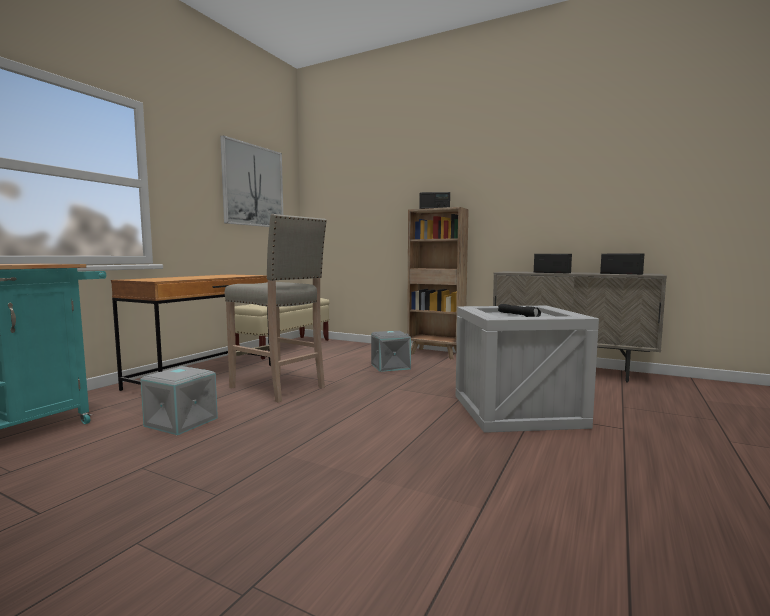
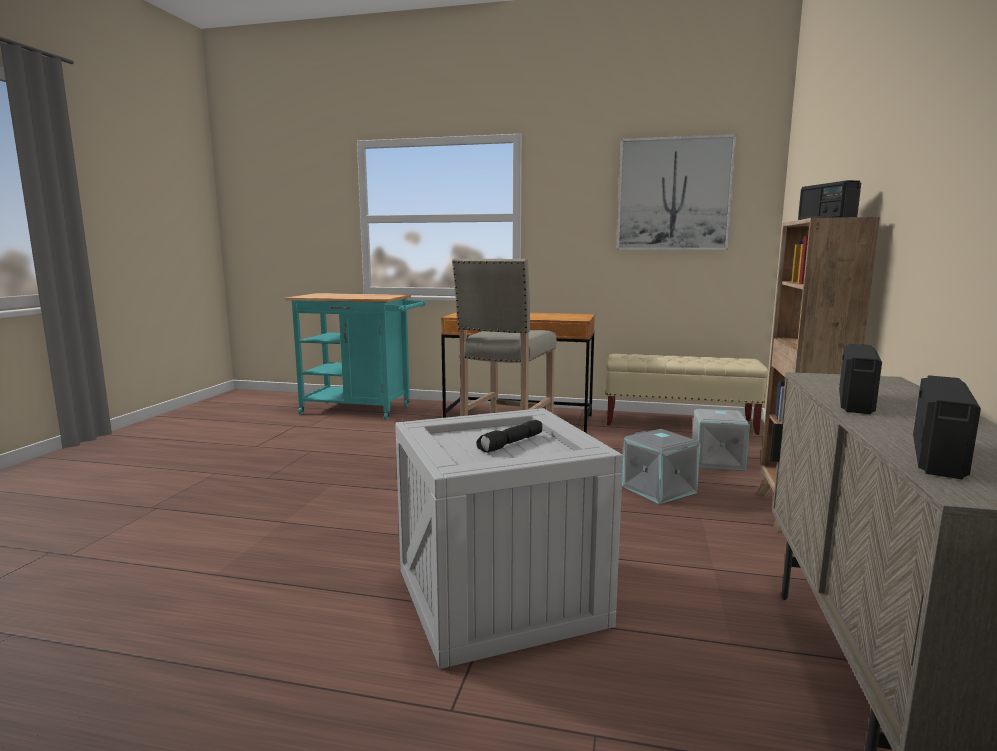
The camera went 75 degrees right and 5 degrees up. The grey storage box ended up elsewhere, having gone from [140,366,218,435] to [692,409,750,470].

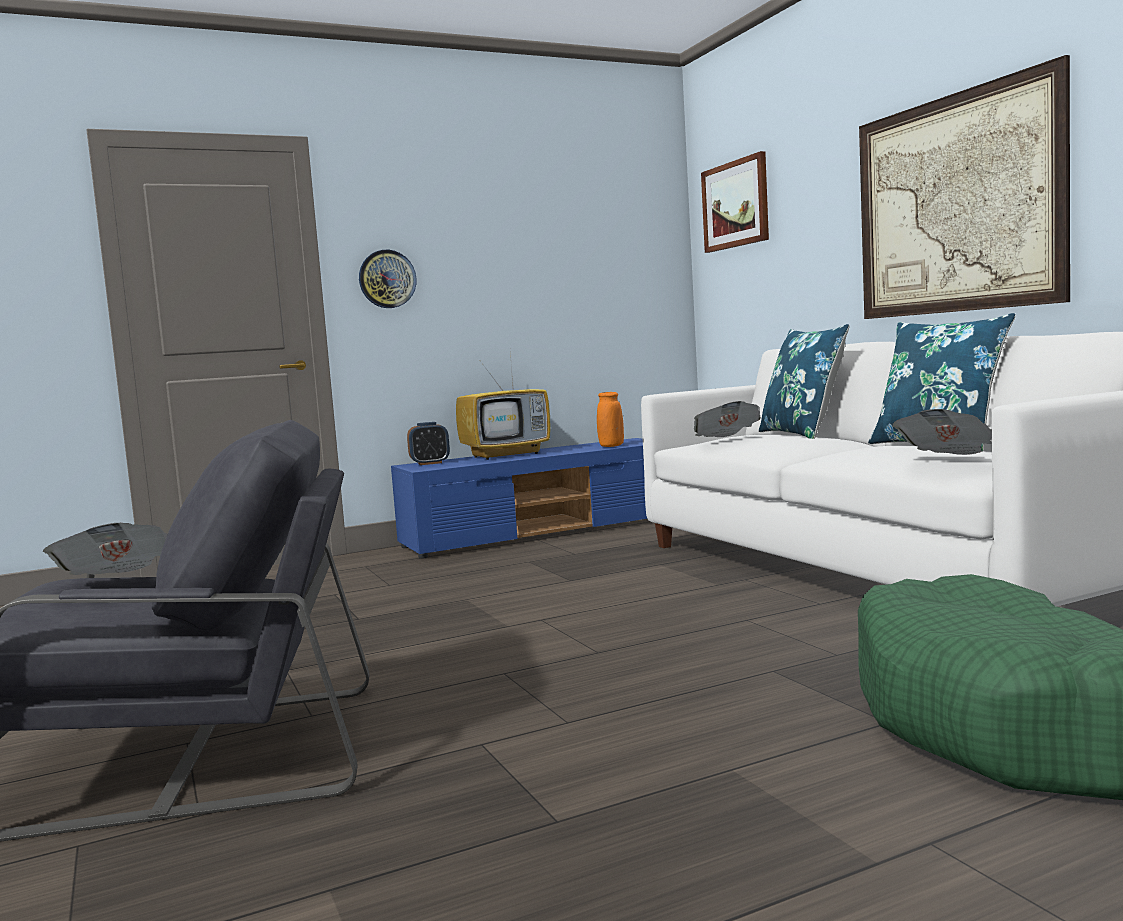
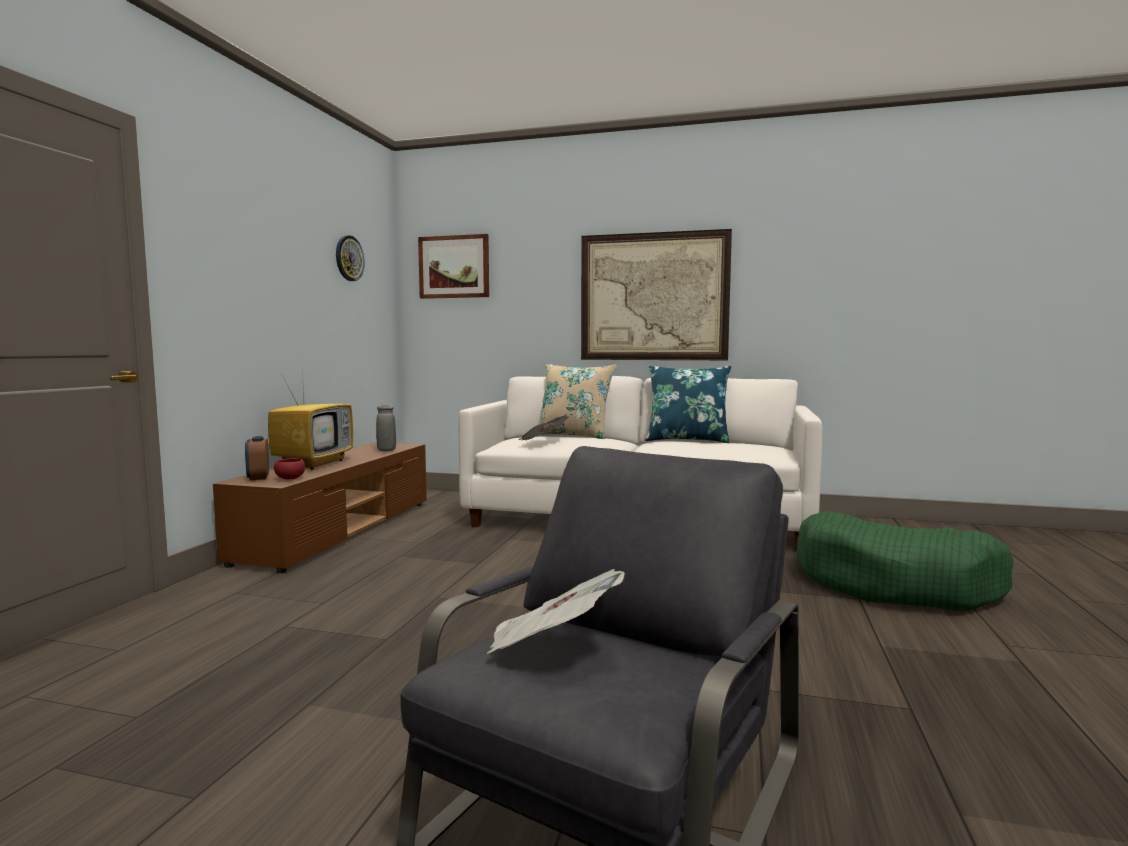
The camera went 50 degrees left and 0 degrees up. The second view lost the newspaper at [893,409,992,455]. The second view gained the red bowl at [274,458,305,479]. The wall clock ended up elsewhere, having gone from [359,250,417,308] to [336,235,365,281]. What was the blue tv stand at [391,438,647,559] turned into the brown tv stand at [213,442,427,573]. What was the orange vase at [597,392,624,447] turned into the grey vase at [376,405,396,451]. What was the blue pillow at [759,324,850,439] turned into the beige pillow at [538,364,617,439]. The alarm clock at [407,422,450,465] ended up facing another way, 135 degrees clockwise from before.

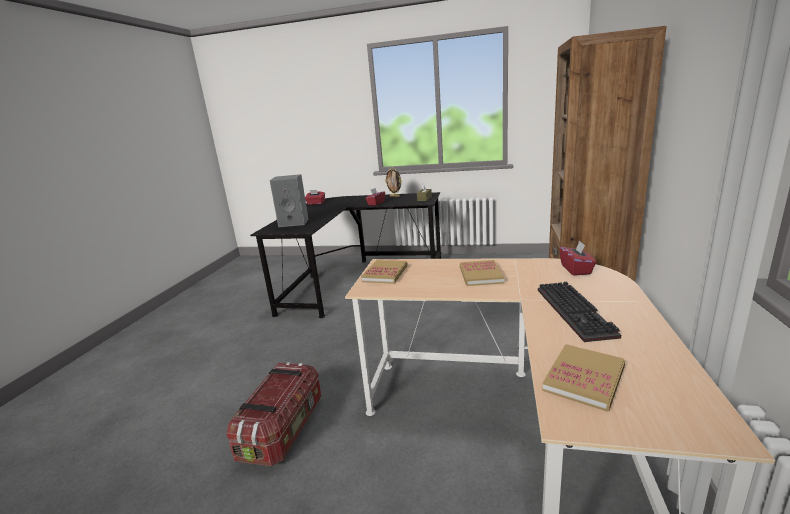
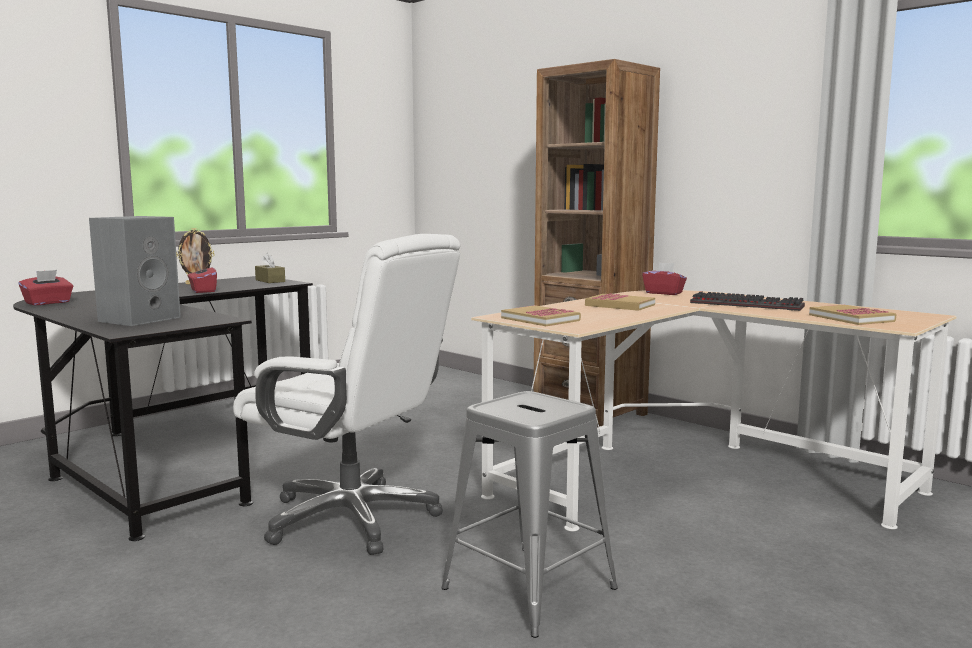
The camera went 60 degrees left and 10 degrees down. The second view gained the white office chair at [233,234,461,555]. Where the storage box stood at [227,362,321,466], the grey stool came to stand at [441,391,618,638].

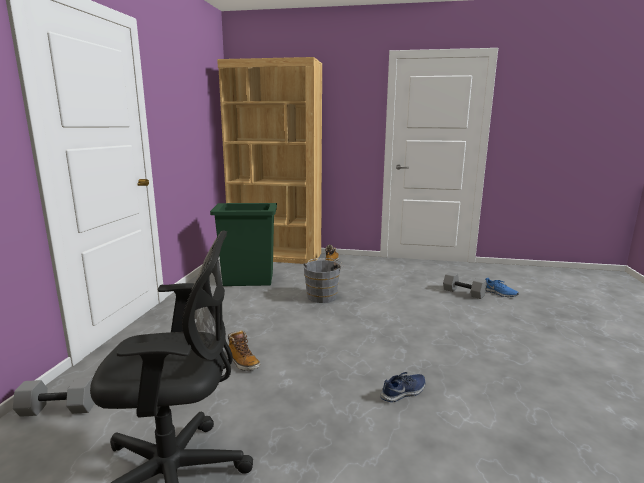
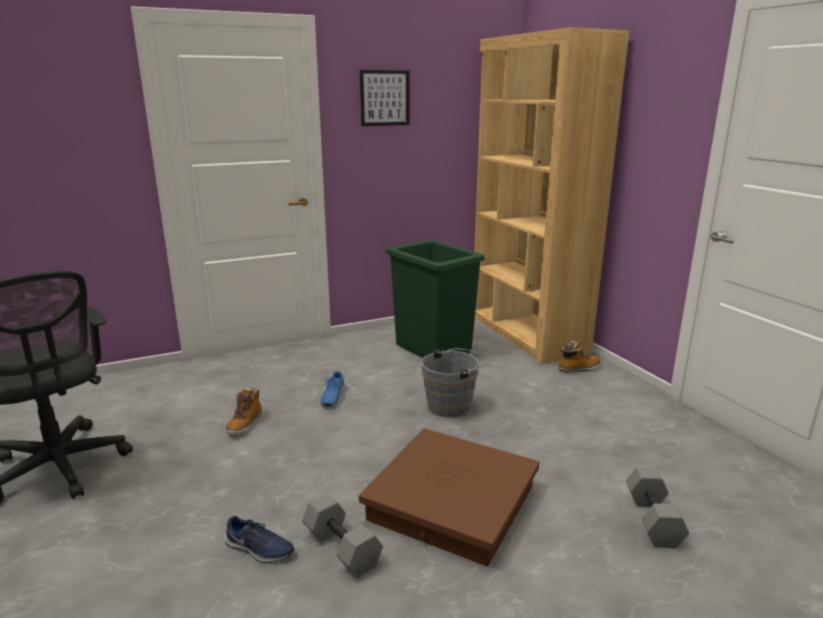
The camera went 55 degrees right and 5 degrees up. The second view gained the brown storage box at [359,428,539,566]. The second view gained the picture at [360,70,410,126]. The grey dumbbell ended up elsewhere, having gone from [13,378,95,417] to [302,493,383,577]. The blue shoe ended up elsewhere, having gone from [485,278,519,297] to [320,371,345,407].

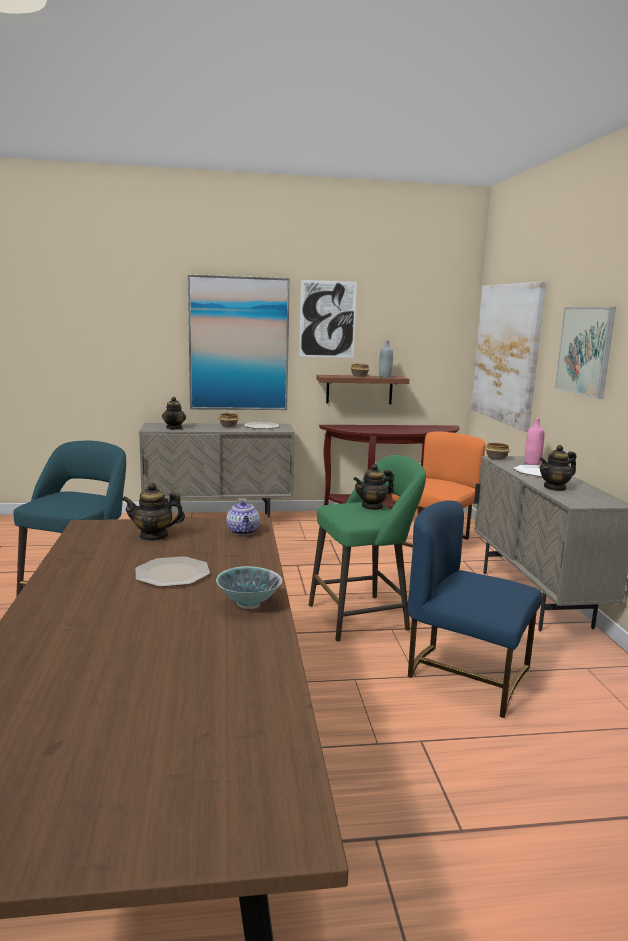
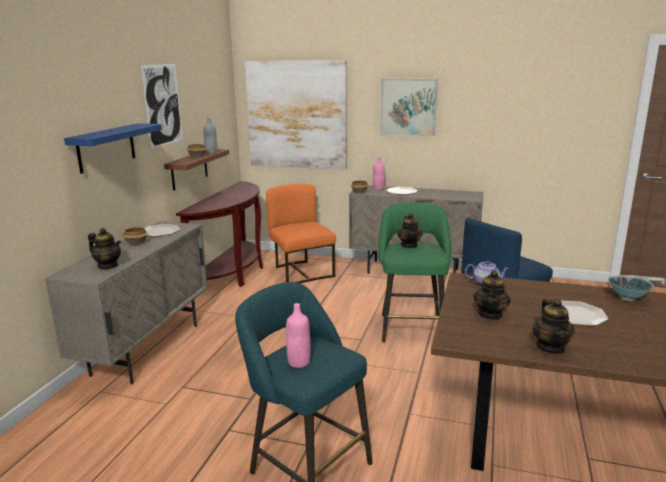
The camera went 65 degrees left and 5 degrees up. The second view gained the pink bottle at [286,303,310,368]. The teapot ended up elsewhere, having gone from [539,445,577,491] to [533,298,575,354]. Where the picture hung at [188,274,290,410], the blue shelf came to hang at [64,123,162,174].

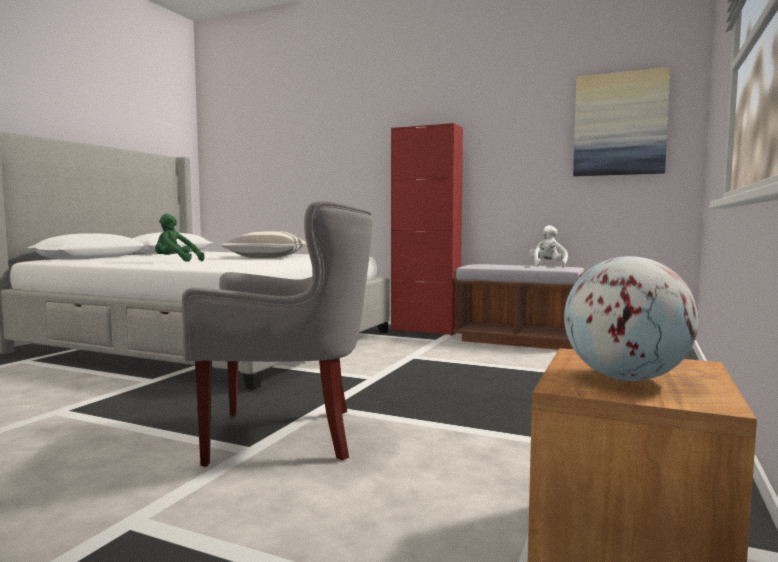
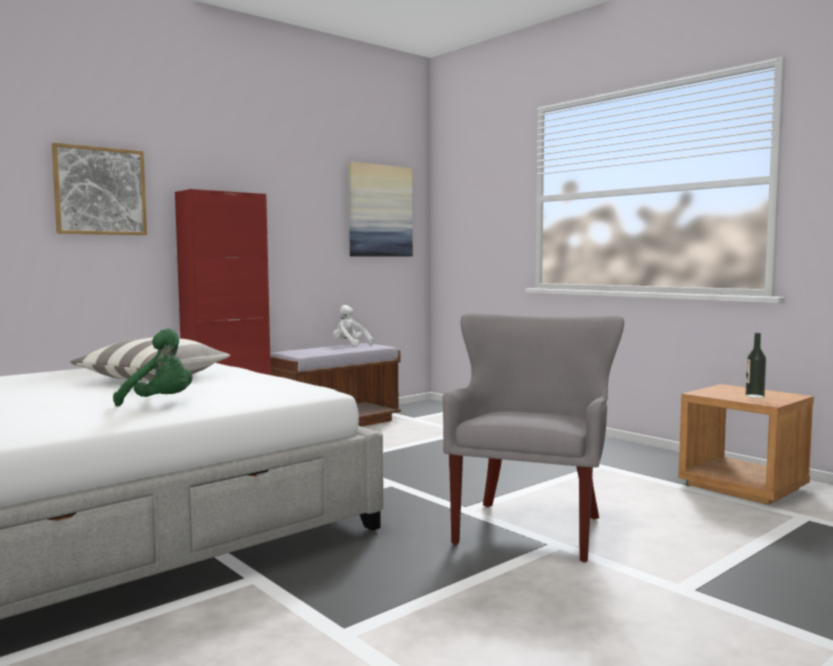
The camera went 65 degrees left and 0 degrees up. The second view gained the picture at [52,143,147,235]. Where the globe stood at [564,256,699,381], the bottle came to stand at [746,333,766,398]. The green plush toy at [155,214,204,262] ended up facing another way, 105 degrees counterclockwise from before.

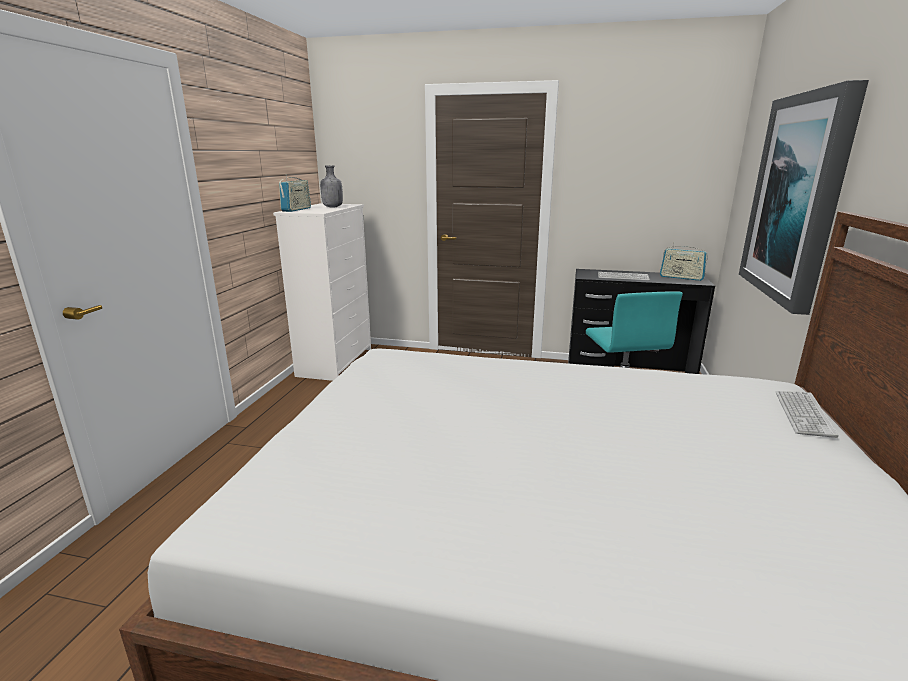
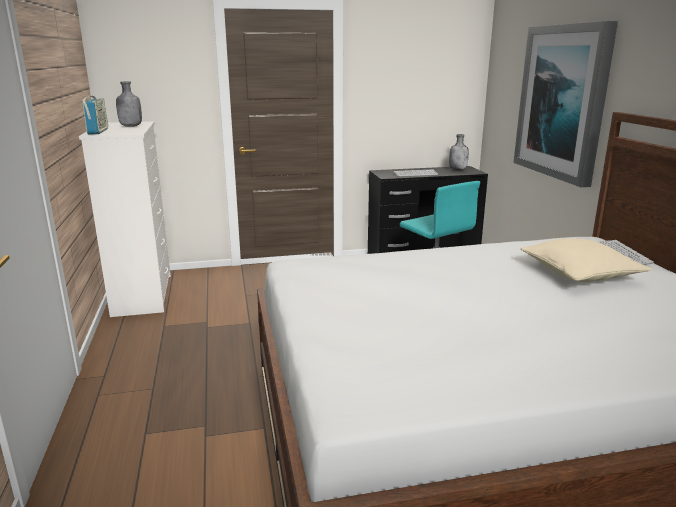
The camera went 25 degrees left and 0 degrees up. The second view gained the beige pillow at [520,238,652,282]. Where the radio stood at [660,242,708,281], the grey bottle came to stand at [449,134,469,171].

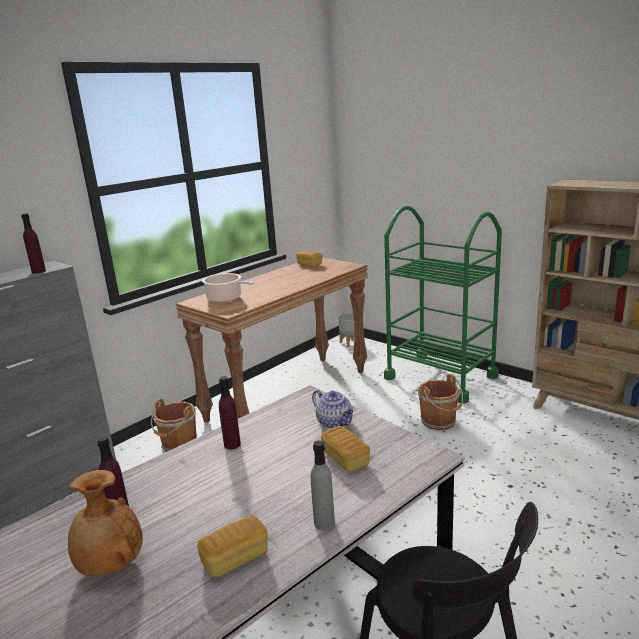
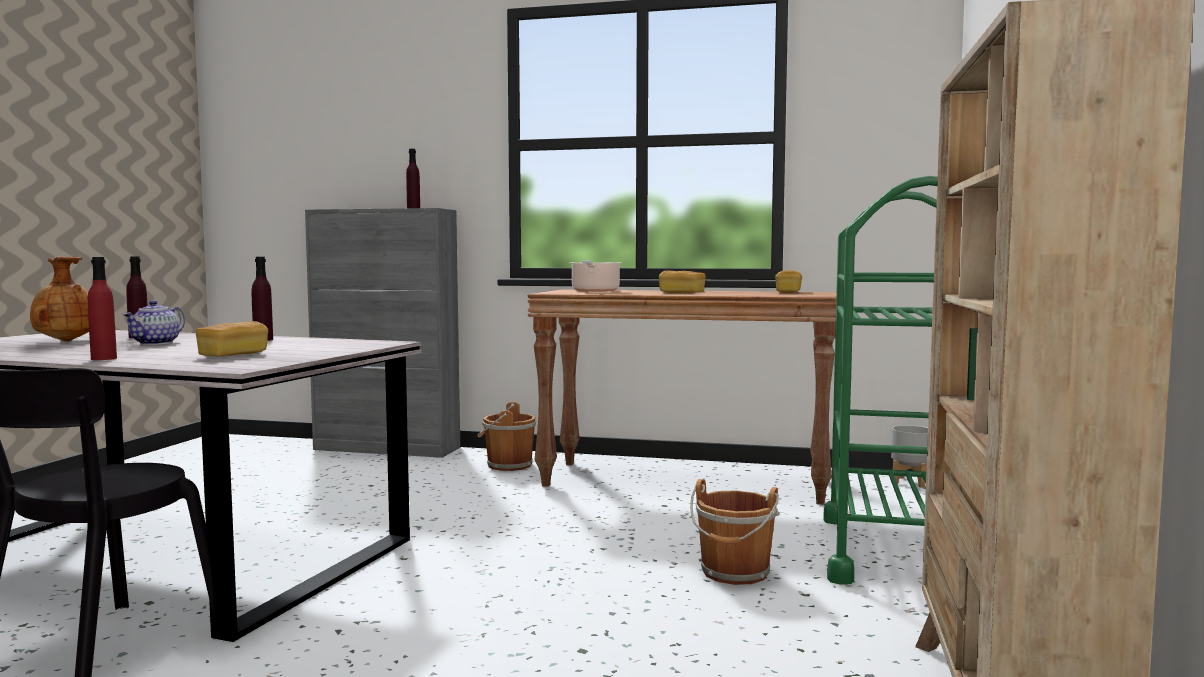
The camera went 60 degrees right and 15 degrees down. The bread ended up elsewhere, having gone from [197,515,268,577] to [659,270,706,293]. The teapot ended up elsewhere, having gone from [312,390,356,429] to [122,300,185,345]. What was the grey bottle at [311,440,335,530] turned into the red bottle at [88,257,117,360].

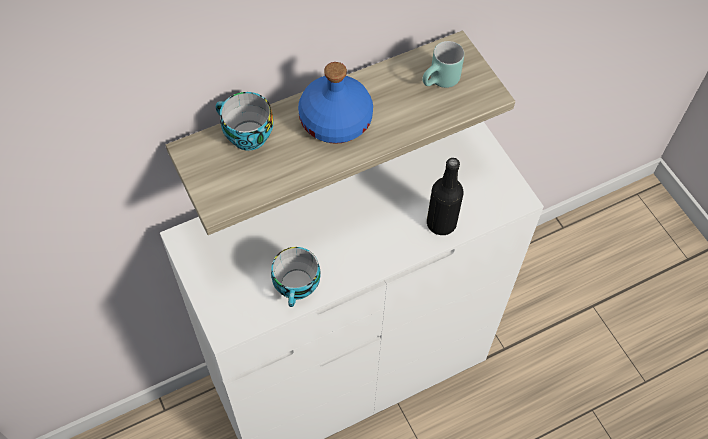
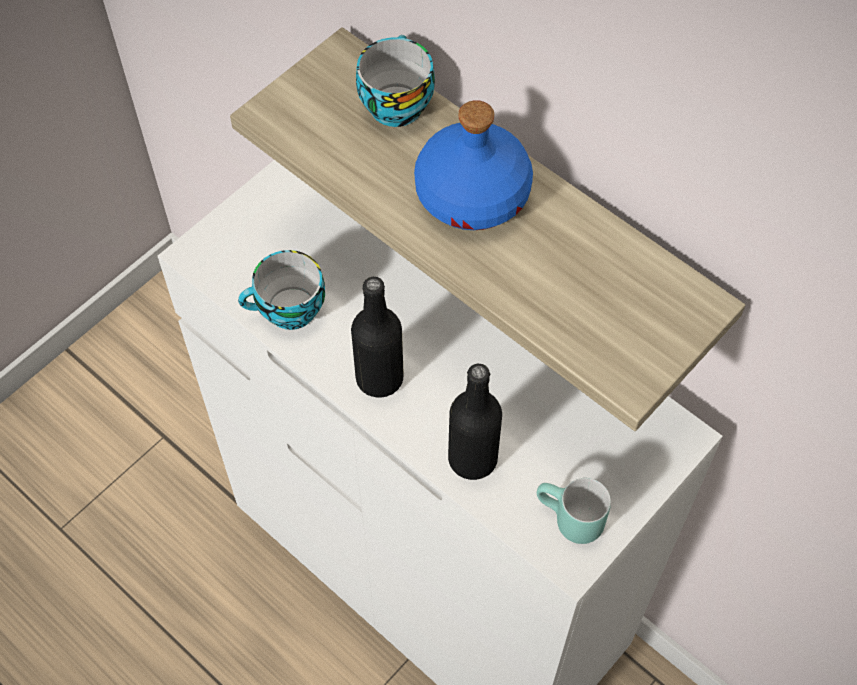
The camera went 70 degrees right and 0 degrees up. The second view gained the black bottle at [351,277,404,398]. The turquoise mug ended up elsewhere, having gone from [422,41,464,88] to [537,478,611,544].

